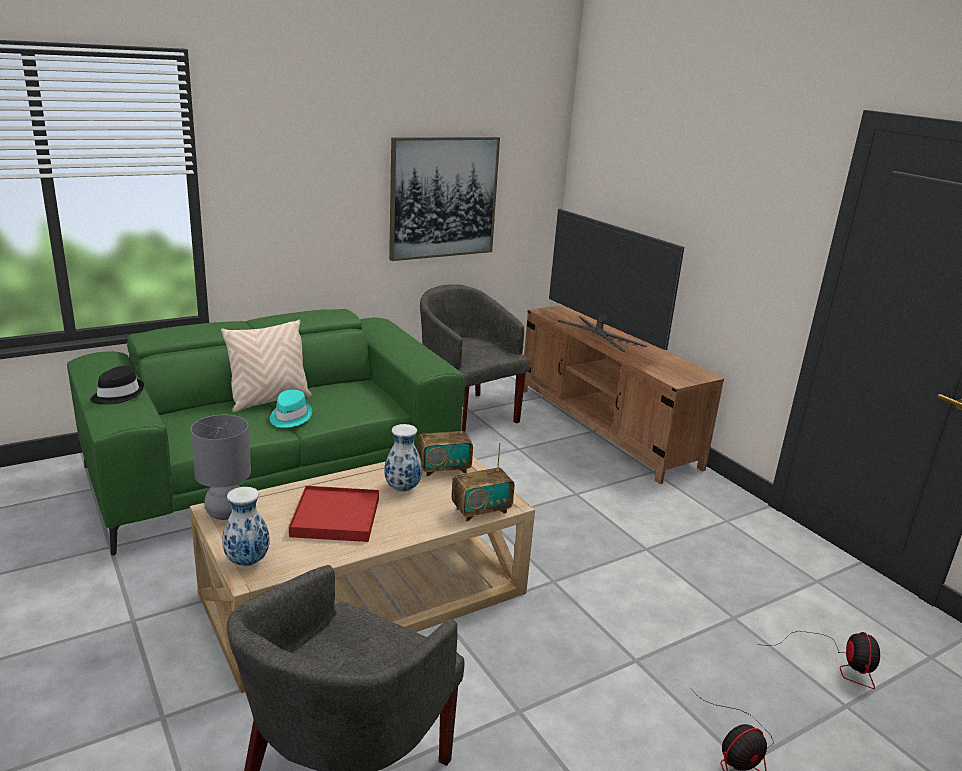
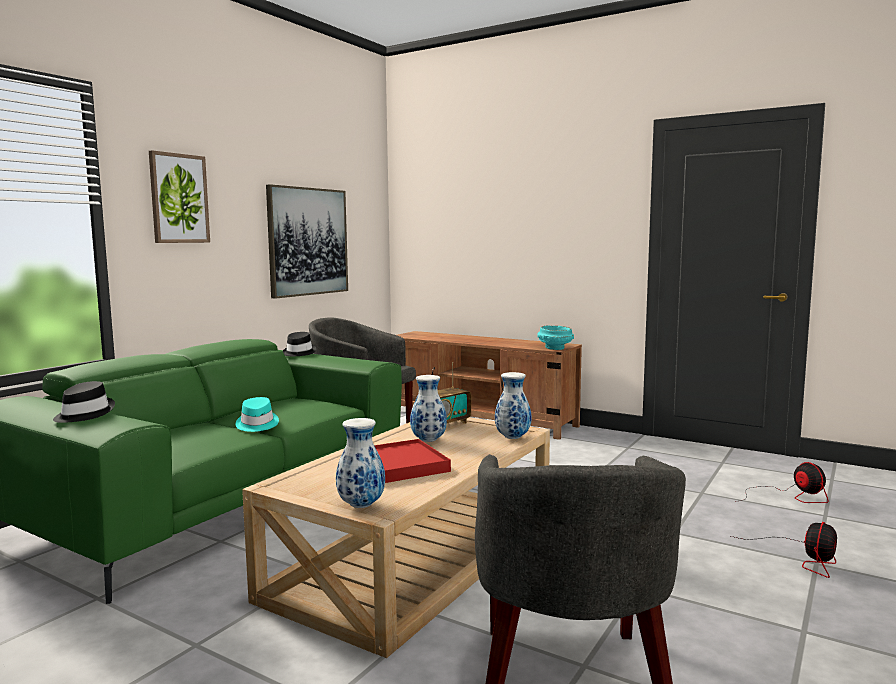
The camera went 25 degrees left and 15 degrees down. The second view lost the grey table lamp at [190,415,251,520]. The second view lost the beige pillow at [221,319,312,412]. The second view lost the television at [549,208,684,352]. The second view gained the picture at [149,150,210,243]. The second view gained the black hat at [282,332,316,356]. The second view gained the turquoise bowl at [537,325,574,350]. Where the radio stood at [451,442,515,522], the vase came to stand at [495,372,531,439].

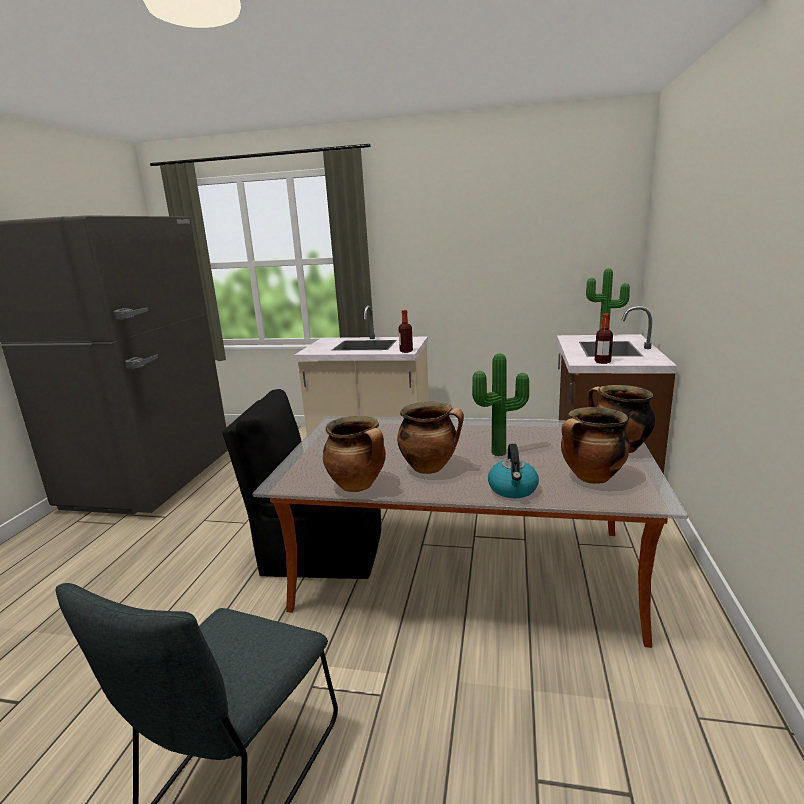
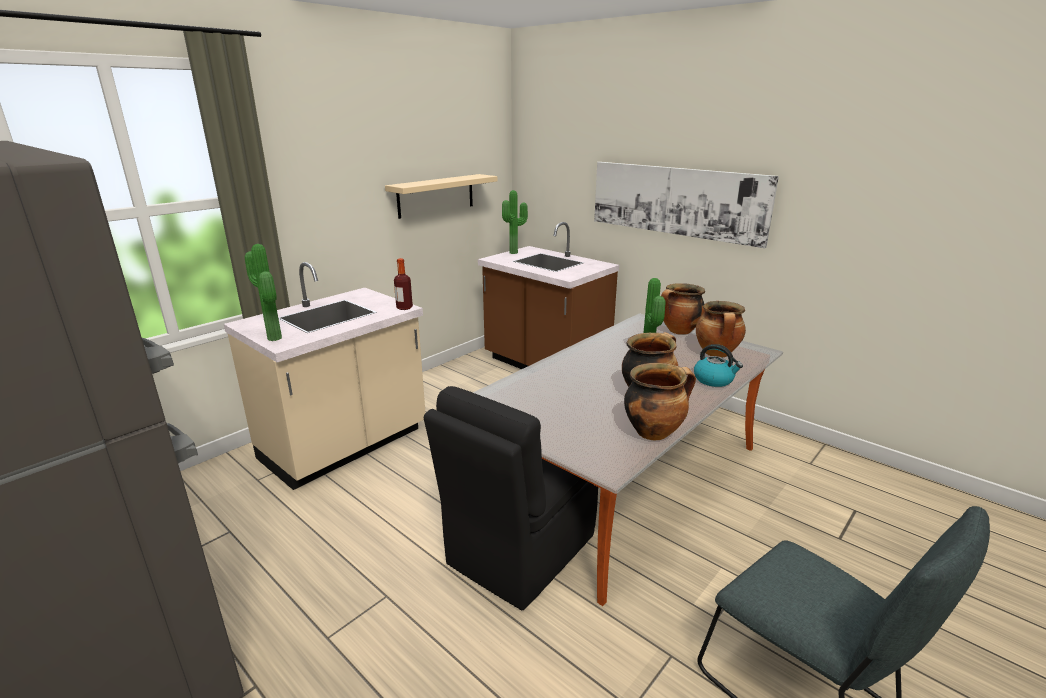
The camera went 60 degrees left and 5 degrees up. The second view lost the bottle at [595,313,613,364]. The second view gained the potted plant at [245,244,282,341]. The second view gained the beige shelf at [385,174,498,219]. The second view gained the picture at [594,162,779,248].

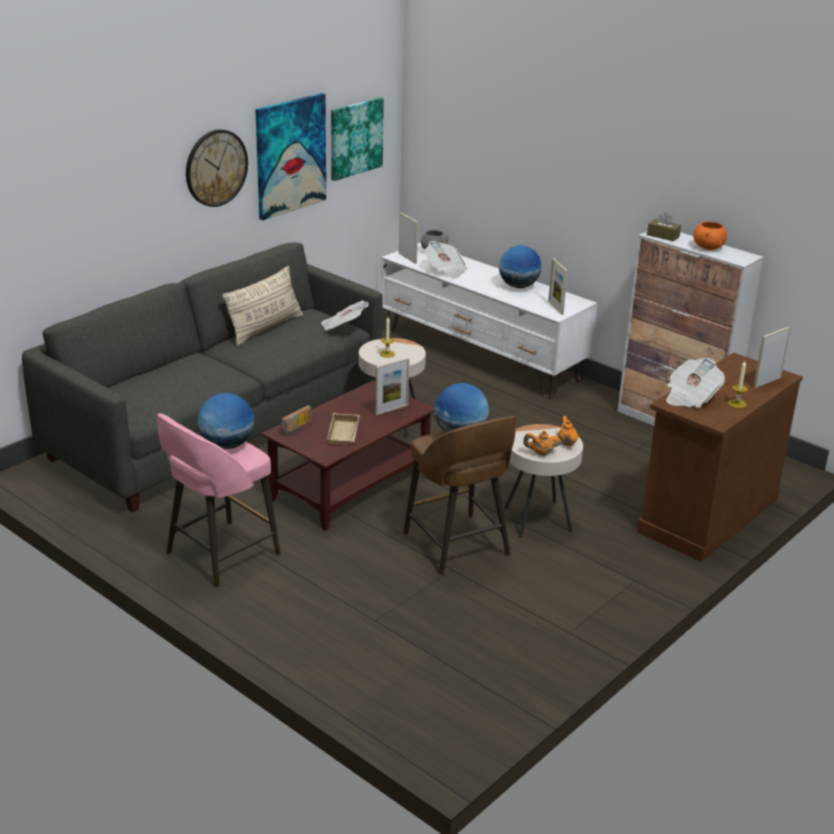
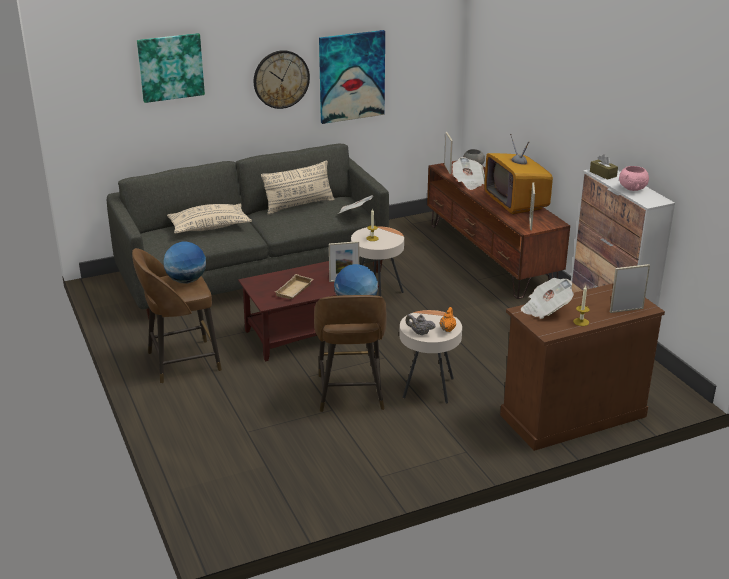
The camera went 25 degrees right and 0 degrees up. The second view lost the radio at [281,405,311,435]. The second view gained the beige pillow at [167,204,252,233]. The picture ended up elsewhere, having gone from [331,98,384,181] to [137,33,205,103]. Where the globe stood at [499,245,542,288], the television came to stand at [484,134,553,214]. What was the pink stool at [157,413,281,588] turned into the brown stool at [132,248,222,383]. What was the white tv stand at [381,242,598,399] turned into the brown tv stand at [427,161,570,299]. What was the orange teapot at [523,430,561,456] turned into the grey teapot at [405,314,435,335]. What was the orange bowl at [693,222,727,250] turned into the pink bowl at [619,166,649,191].

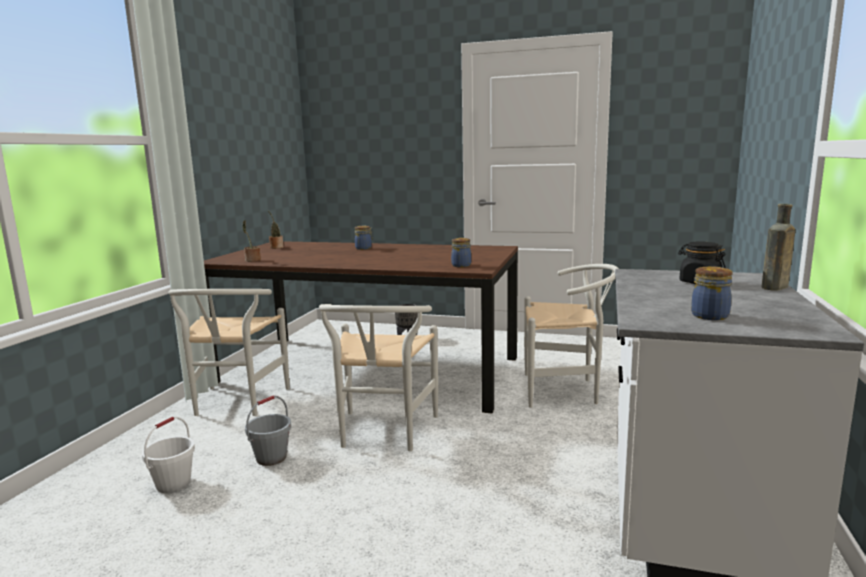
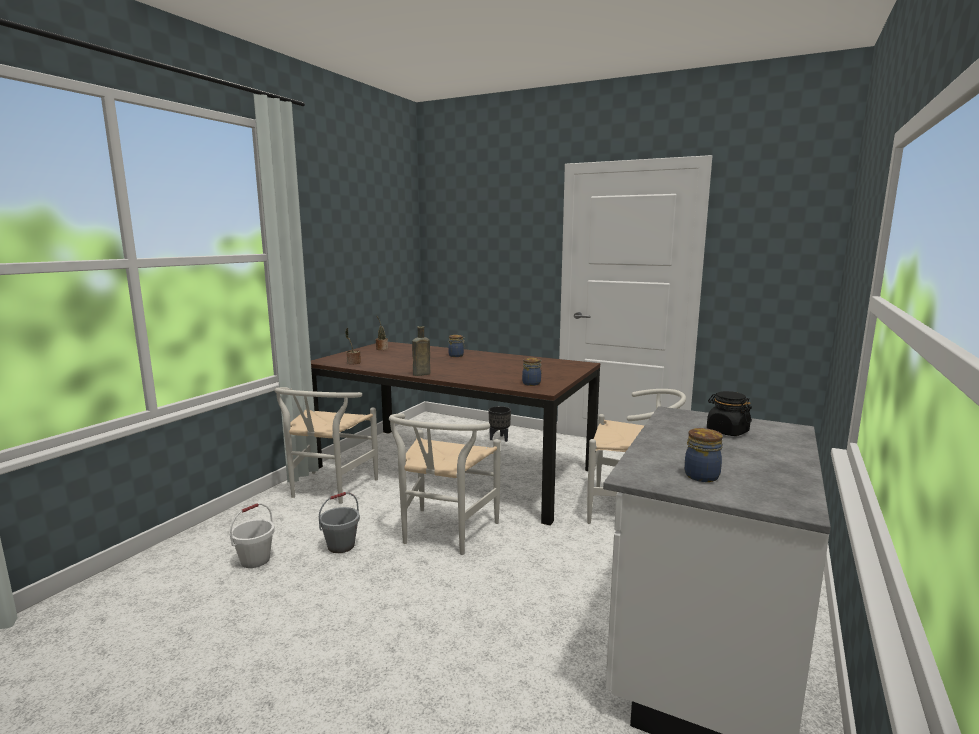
The camera went 10 degrees right and 0 degrees up. The brown bottle ended up elsewhere, having gone from [761,204,795,291] to [412,326,430,376].

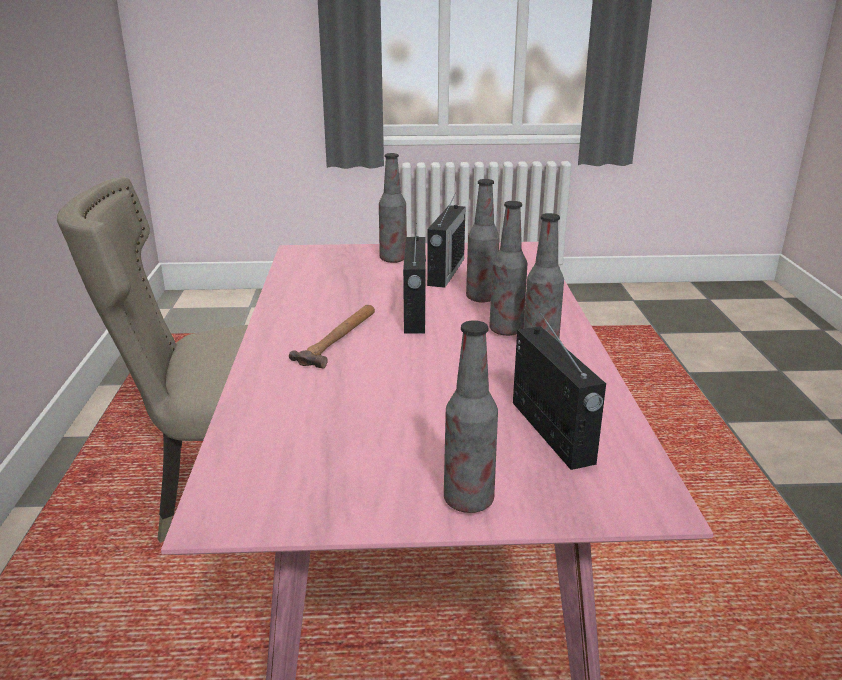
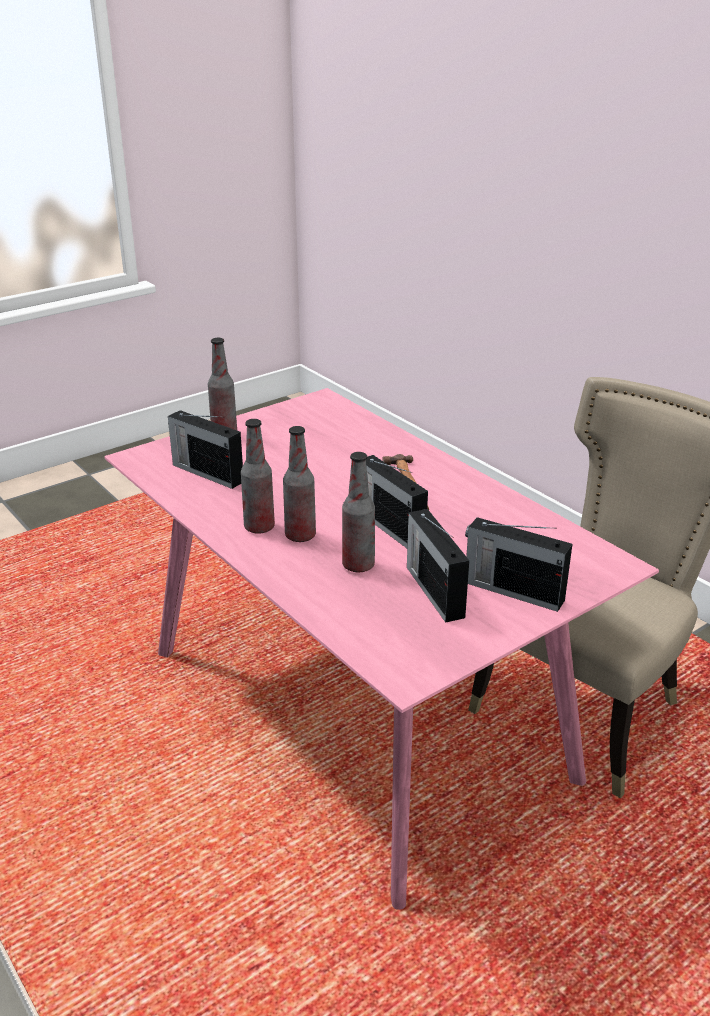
The camera went 145 degrees right and 5 degrees up. Where the bottle stood at [379,153,407,263], the radio came to stand at [465,517,572,612].

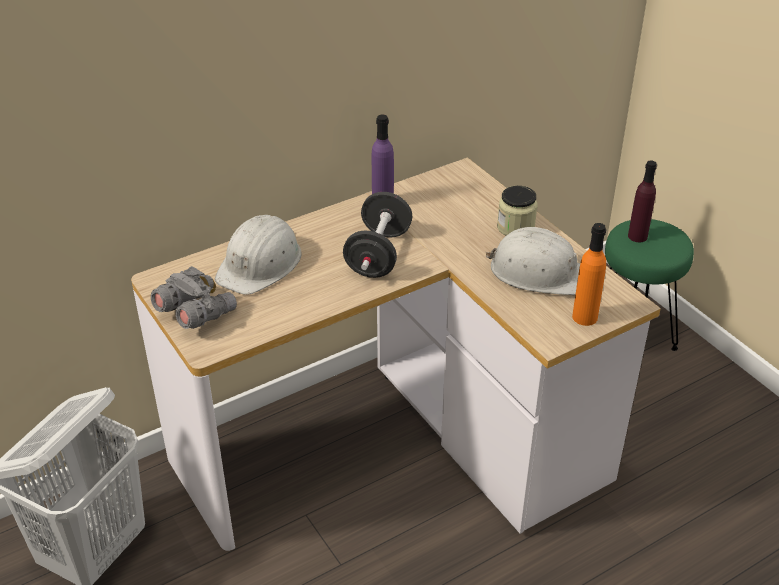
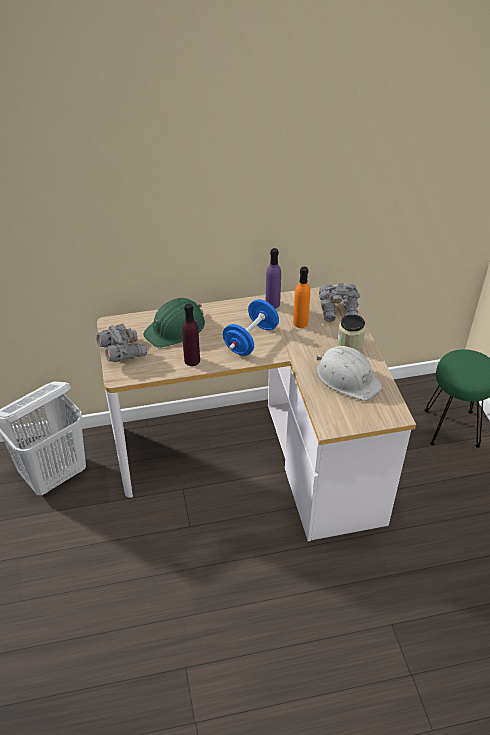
The camera went 20 degrees right and 5 degrees up. The second view gained the grey binoculars at [319,283,360,322]. The orange bottle ended up elsewhere, having gone from [572,223,606,326] to [293,267,310,328]. The purple bottle ended up elsewhere, having gone from [628,161,657,242] to [182,304,200,366]. What was the white hard hat at [215,215,302,295] turned into the green hard hat at [143,298,205,348]. What was the black dumbbell at [343,192,412,278] turned into the blue dumbbell at [223,299,279,356].

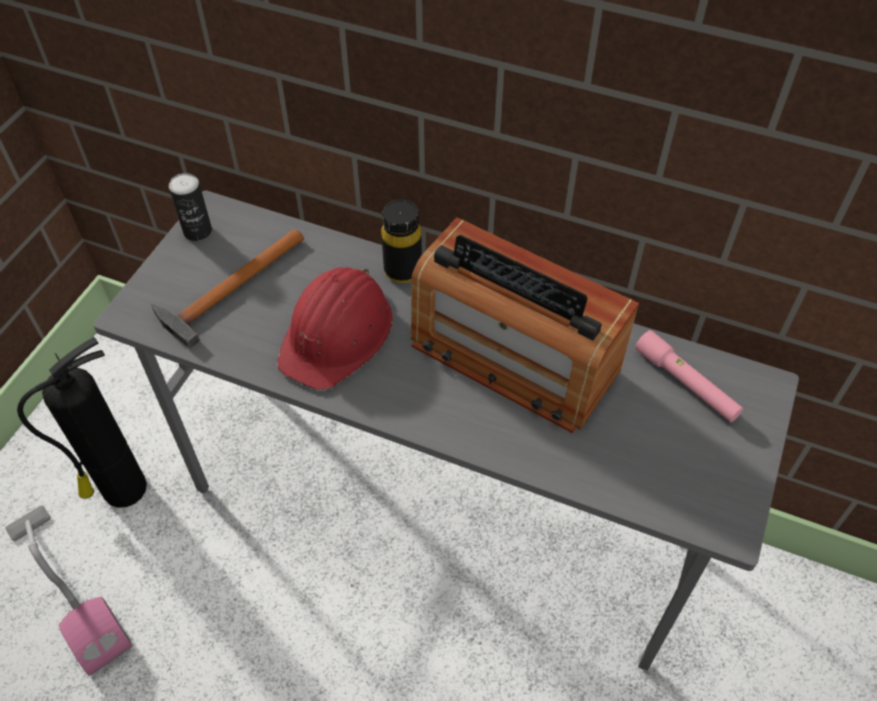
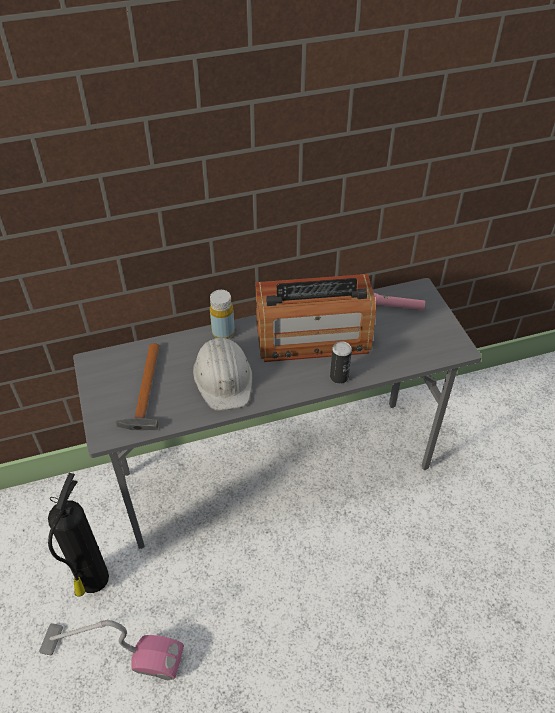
The camera went 40 degrees left and 5 degrees down. The can ended up elsewhere, having gone from [169,173,212,241] to [330,341,352,384]. What was the red hard hat at [277,267,393,390] turned into the white hard hat at [193,338,252,411]. What was the black bottle at [381,199,422,283] turned into the yellow bottle at [210,290,235,339].

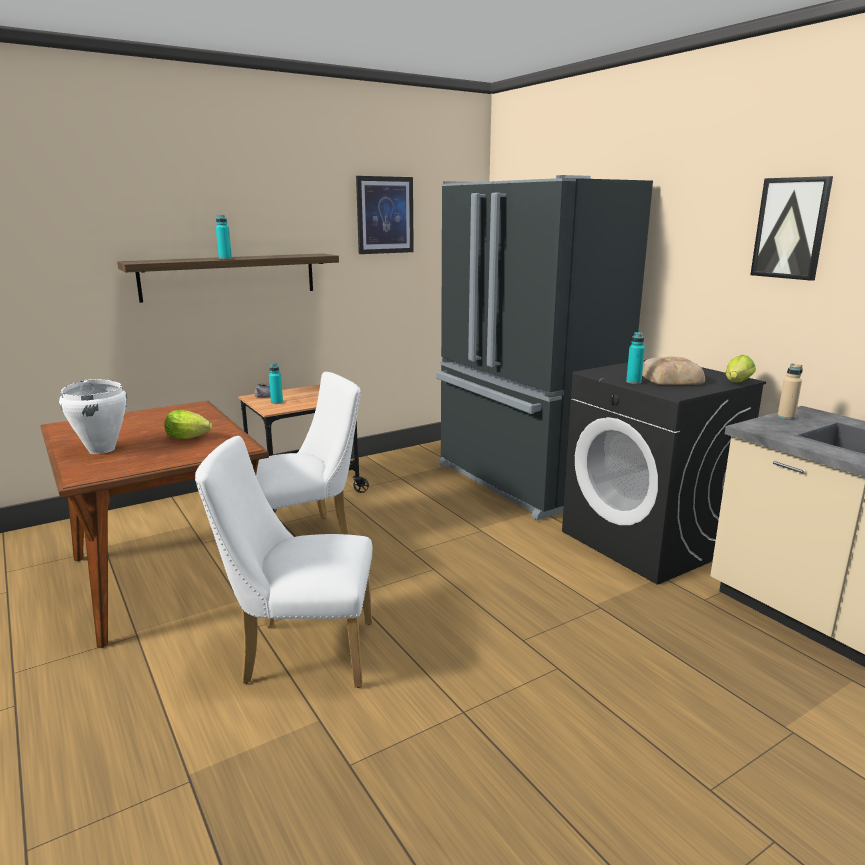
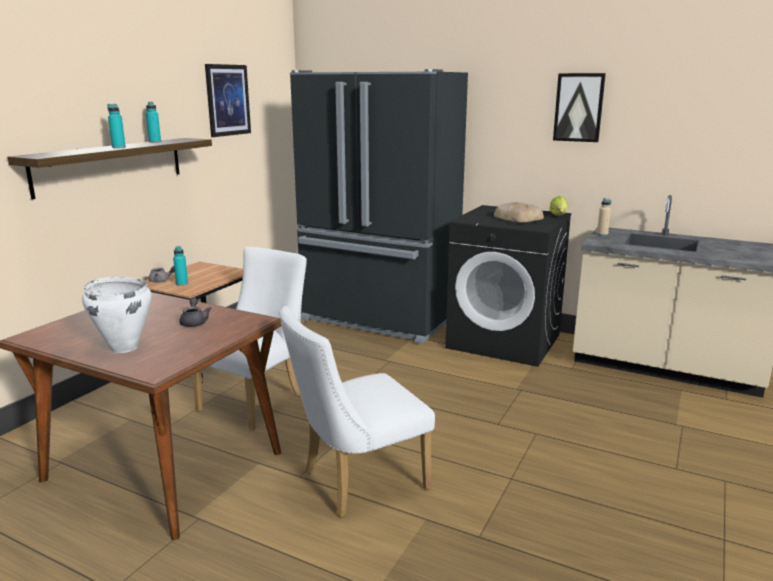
The camera went 30 degrees left and 0 degrees up. The turquoise bottle ended up elsewhere, having gone from [626,332,645,384] to [146,102,161,143]. Where the lettuce stood at [164,410,212,439], the grey teapot came to stand at [179,297,211,327].

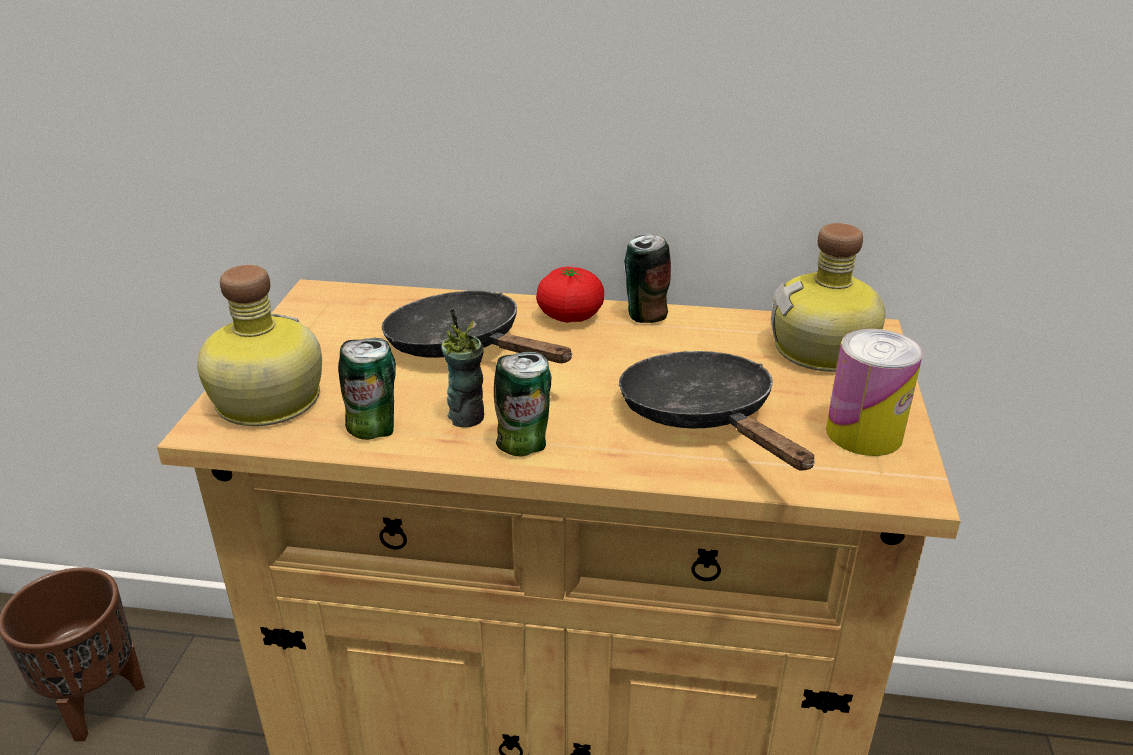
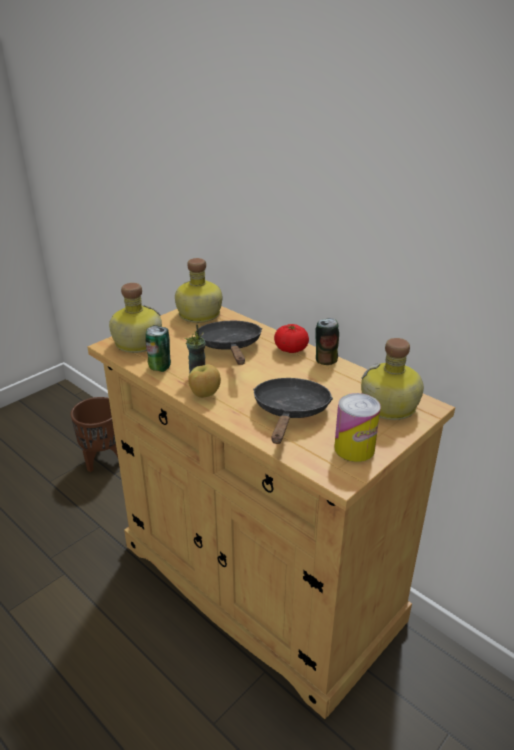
The camera went 35 degrees right and 0 degrees up. The second view gained the bottle at [175,258,222,323]. Where the can stood at [494,351,552,456], the apple came to stand at [188,365,221,398].

